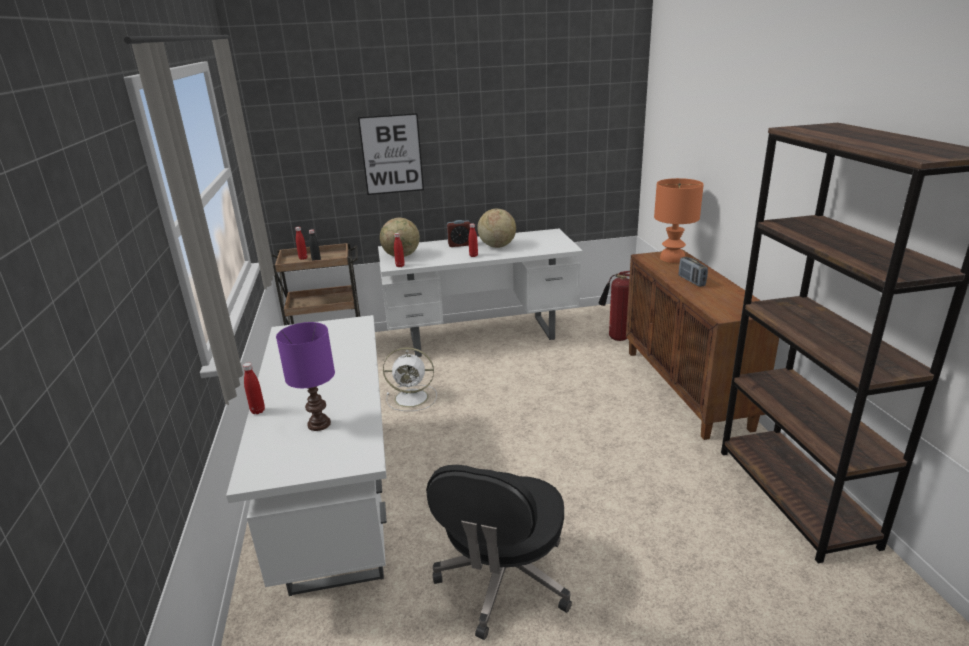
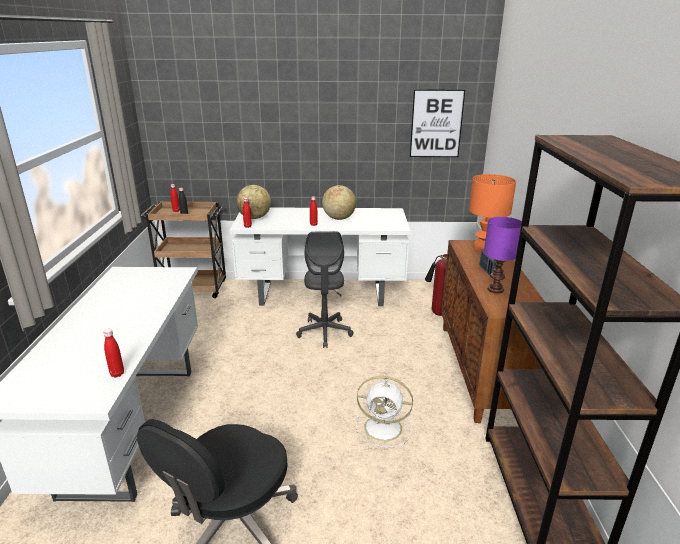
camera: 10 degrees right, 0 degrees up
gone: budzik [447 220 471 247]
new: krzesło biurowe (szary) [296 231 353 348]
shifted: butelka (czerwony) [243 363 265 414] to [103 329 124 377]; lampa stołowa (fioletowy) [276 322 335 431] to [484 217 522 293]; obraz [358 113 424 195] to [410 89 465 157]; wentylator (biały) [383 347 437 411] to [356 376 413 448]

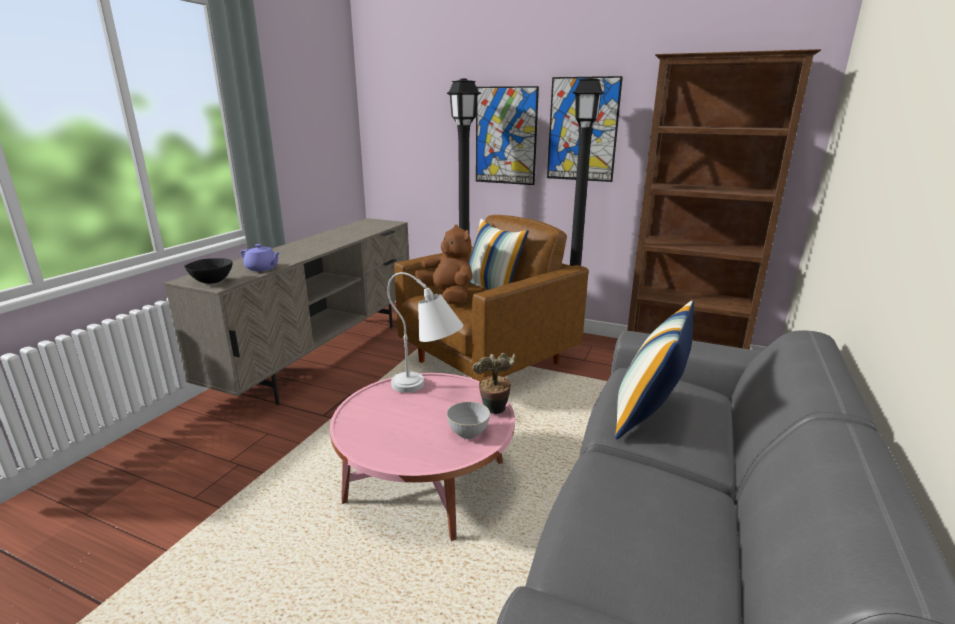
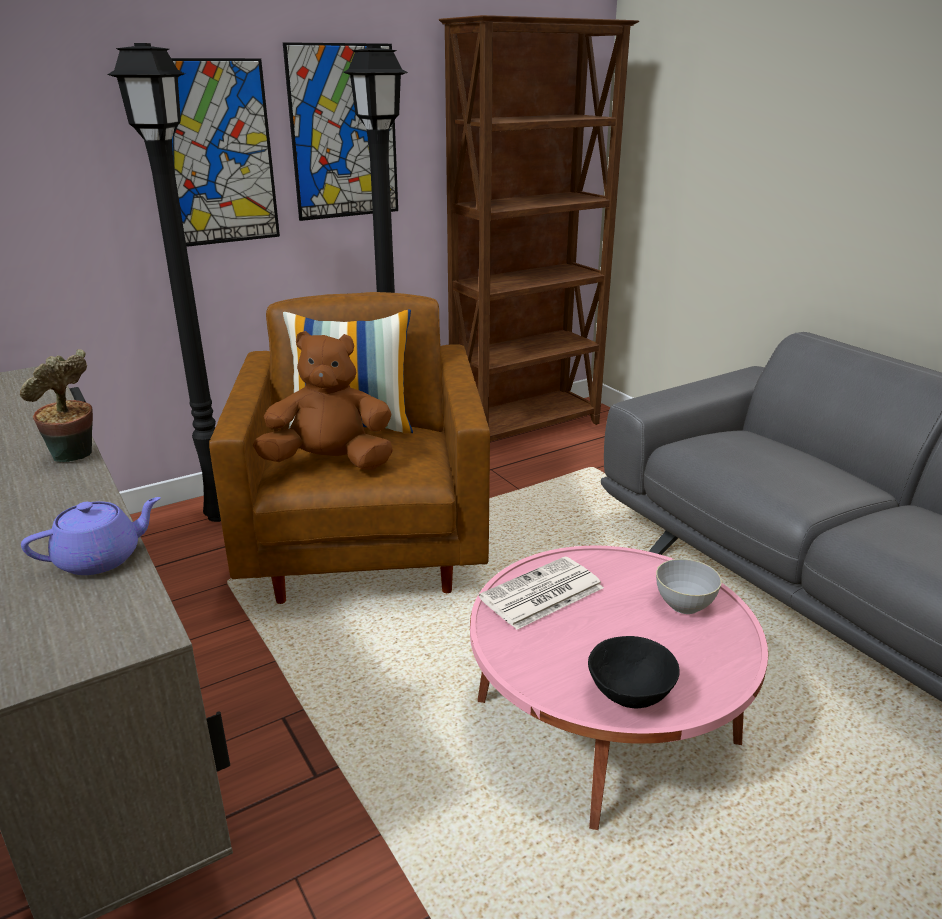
camera: 55 degrees left, 5 degrees up
gone: poduszka [615 300 694 439]
shifted: miska (czarny) [184 258 233 284] to [588 636 680 709]; roślina doniczkowa [472 353 516 414] to [20 349 93 462]
swapped: lampa stołowa (biały) [387 272 463 393] to gazeta [479 557 604 630]

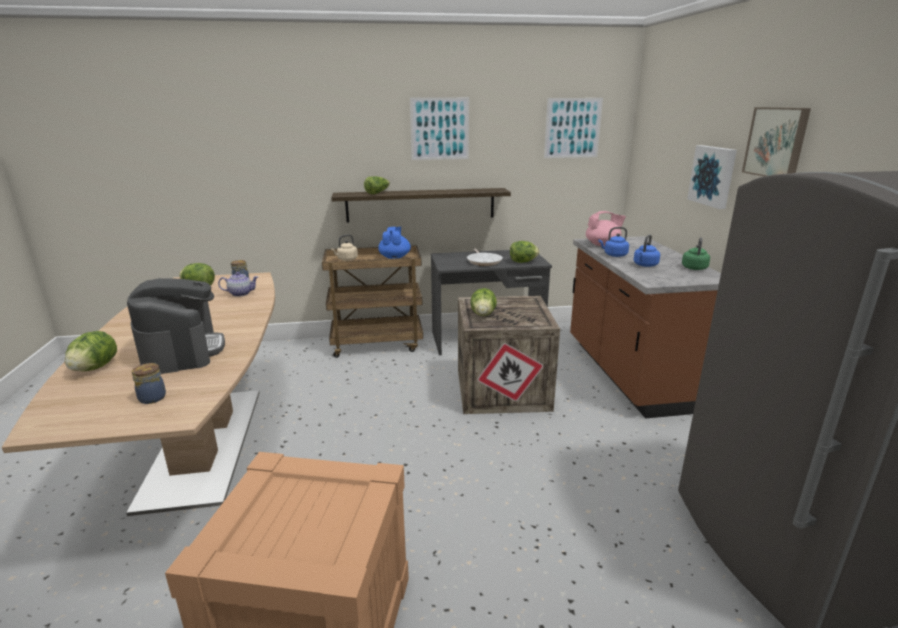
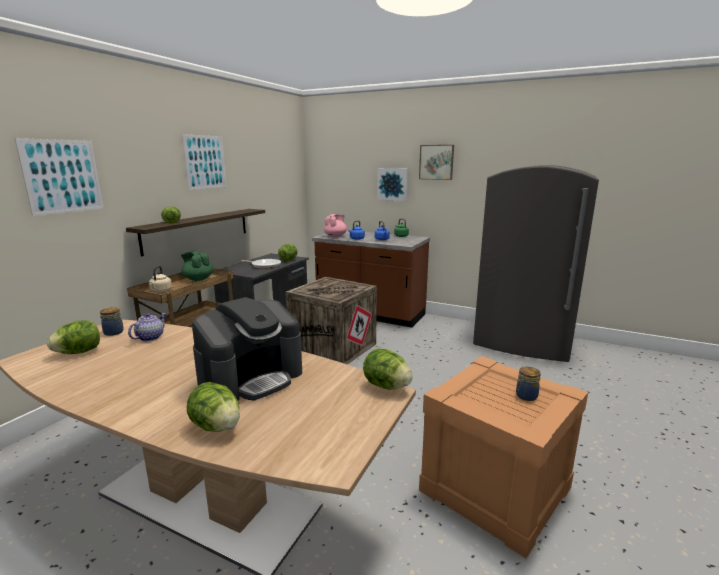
camera: 55 degrees left, 5 degrees down
shifted: słoik [132 363 166 404] to [516 367 541 401]; sałata [471 288 497 316] to [363 349 413 390]; obraz [544 98 603 158] to [15 138 104 216]
repainted: imbryk (niebieski) [378 227 411 259] to imbryk (zielony) [181 251 213 281]
rotated: ekspres do kawy [127 278 225 374] = [192 297 302 401] 120 degrees clockwise

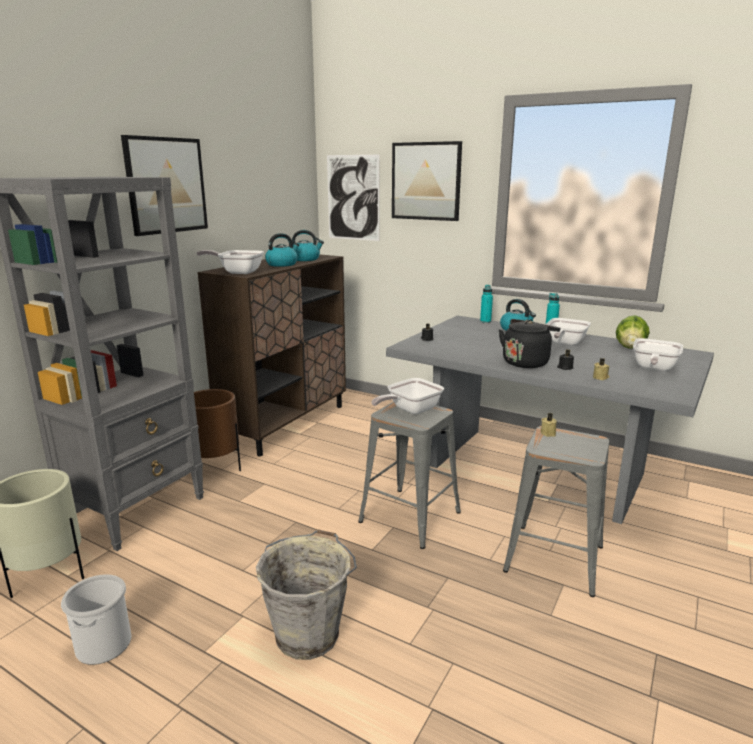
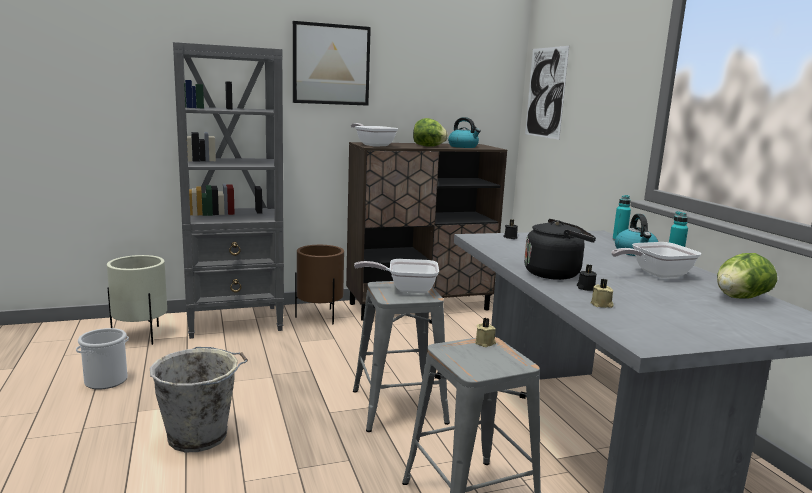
camera: 40 degrees right, 5 degrees down
gone: obraz [392 141 462 221]; patelnia [633 338 683 371]
swapped: czajnik [265 233 299 267] to sałata [413 118 448 147]

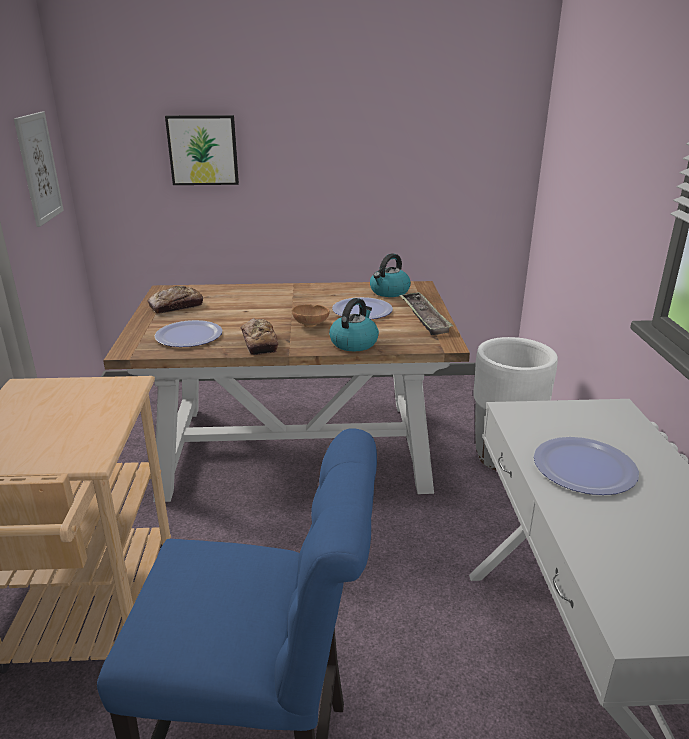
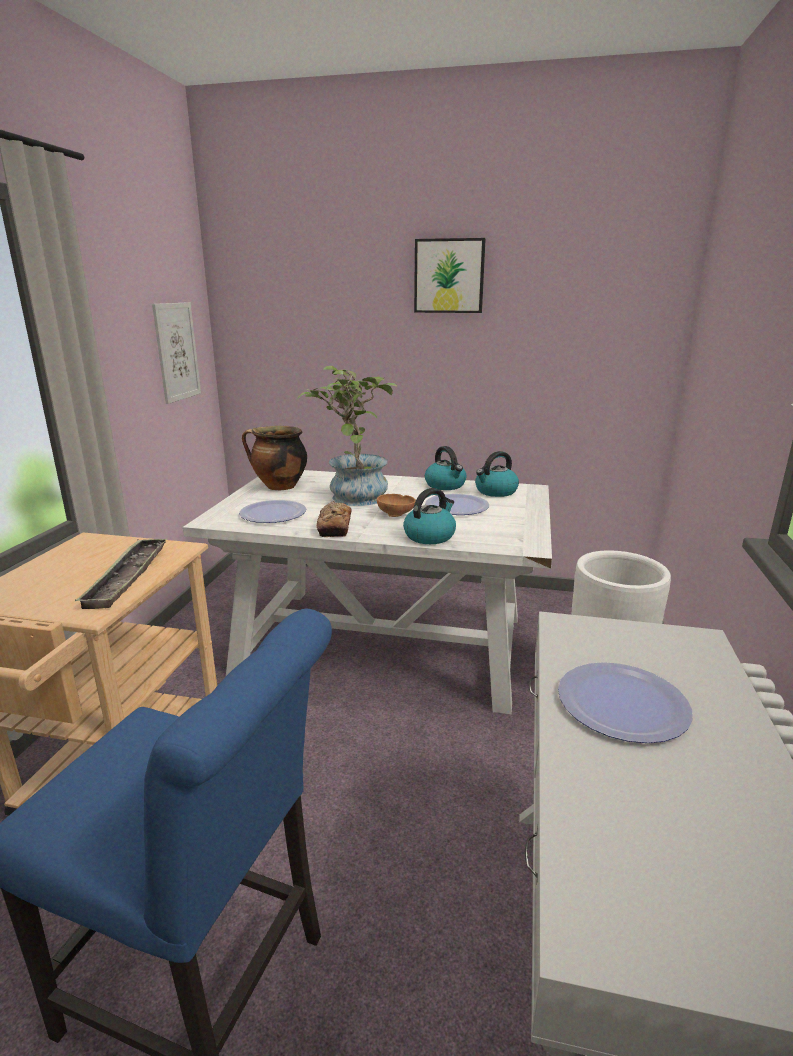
camera: 15 degrees right, 5 degrees down
new: roślina doniczkowa [298 366 397 506]; czajnik [425 446 466 490]
shifted: obraz [165 115 239 185] to [414 238 486 313]; taca [399 292 453 335] to [75 538 168 609]
swapped: chleb [148 286 203 314] to garnek [242 426 307 490]
repainted: stół jadalny (brązowy) [103 281 470 502] to stół jadalny (biały) [183 470 552 714]

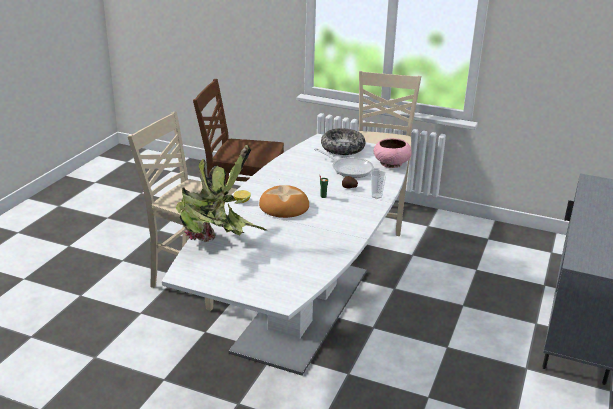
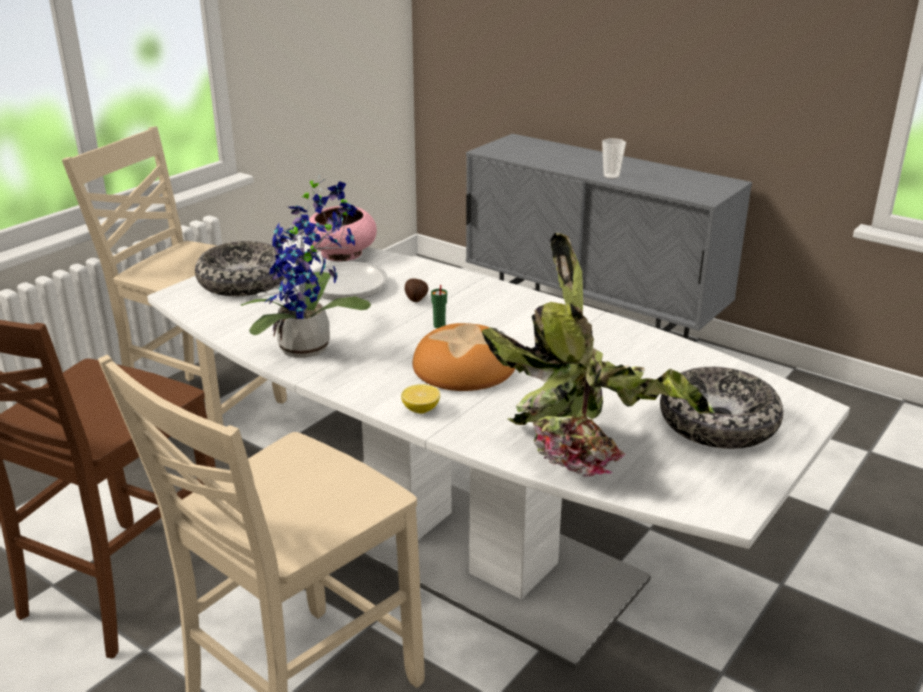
camera: 75 degrees left, 0 degrees up
new: roślina doniczkowa [240 175 371 358]; miska [660 367 783 449]
shifted: filiżanka [371 170 386 199] to [602 138 626 179]

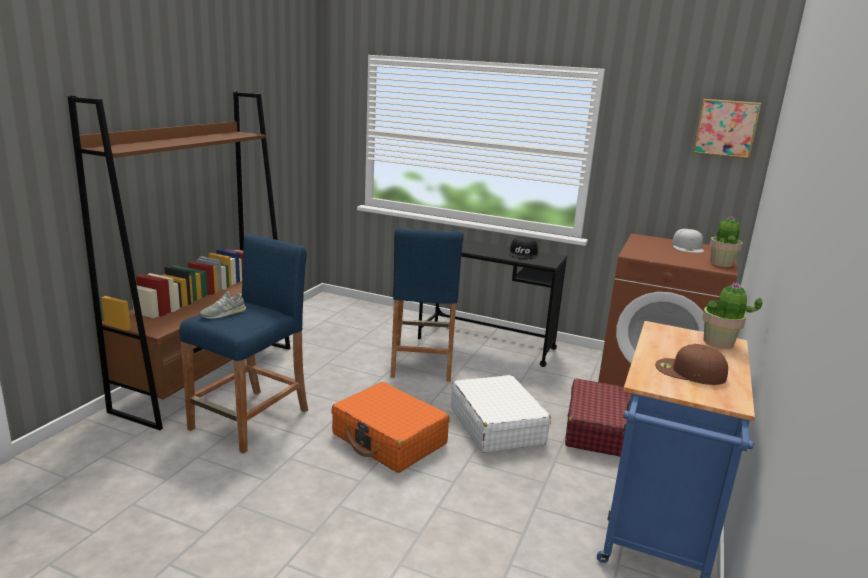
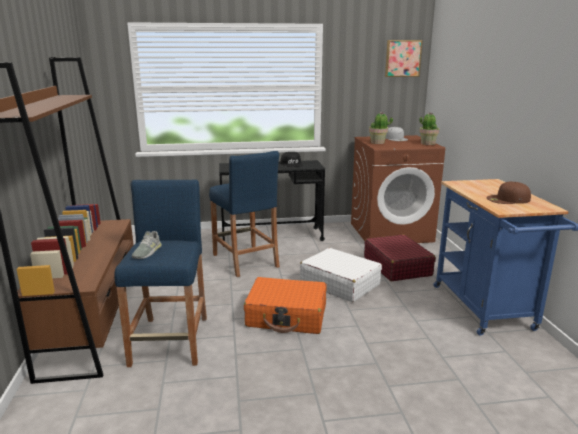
camera: 30 degrees left, 0 degrees up
shifted: roślina doniczkowa [702 282 762 349] to [369 112 393 144]

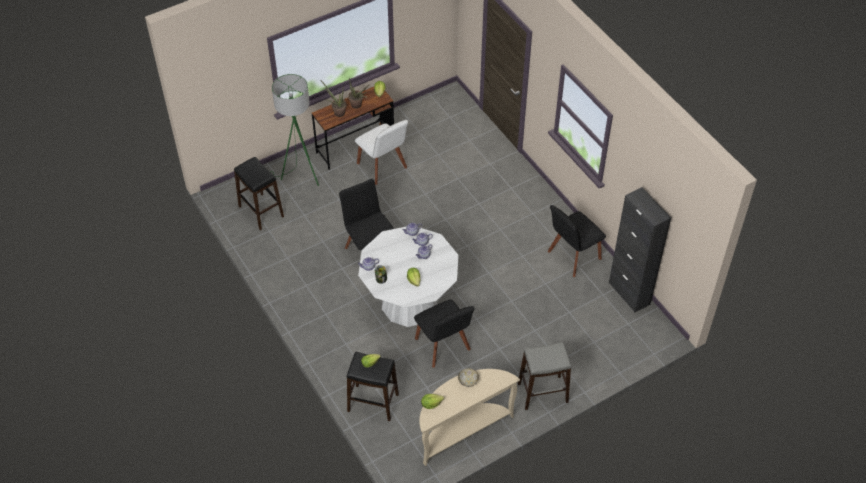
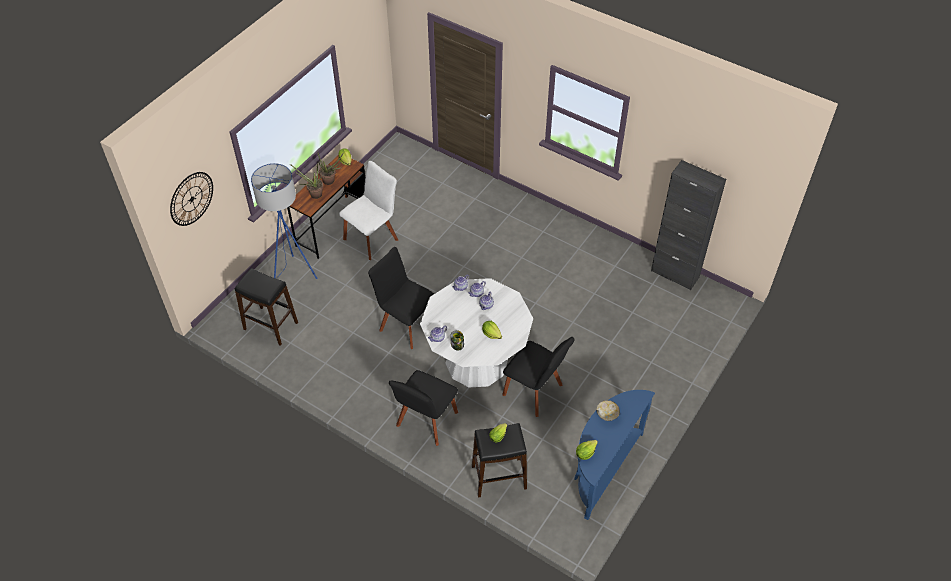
camera: 25 degrees left, 0 degrees up
gone: stołek (szary) [518 342 571 410]
new: zegar ścienny [170 172 213 226]
shifted: krzesło (czarny) [548 205 606 277] to [389 370 458 446]
repainted: lampa stojąca (zielony) [271 74 319 186] to lampa stojąca (niebieski) [251 163 317 279]; stolik konsolowy (beżowy) [419 369 520 466] to stolik konsolowy (niebieski) [574 390 655 520]
rotated: krzesło (biały) [355 120 408 185] = [339 161 398 260] 75 degrees counterclockwise

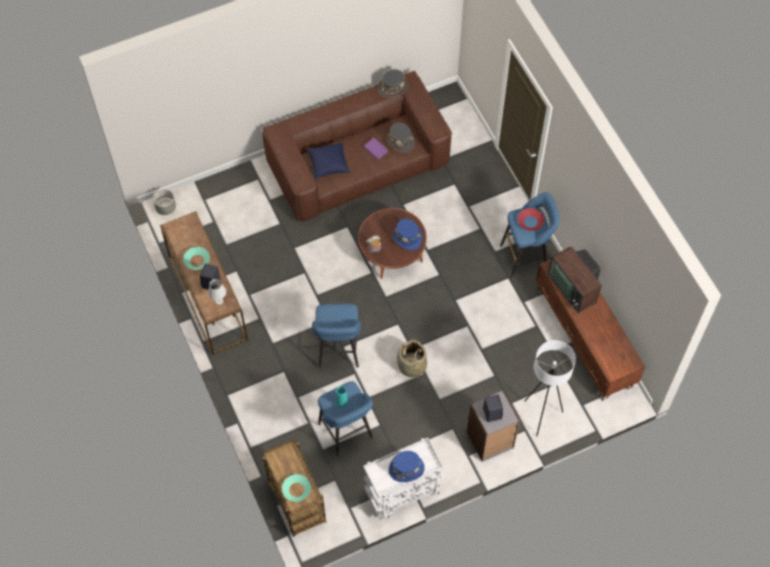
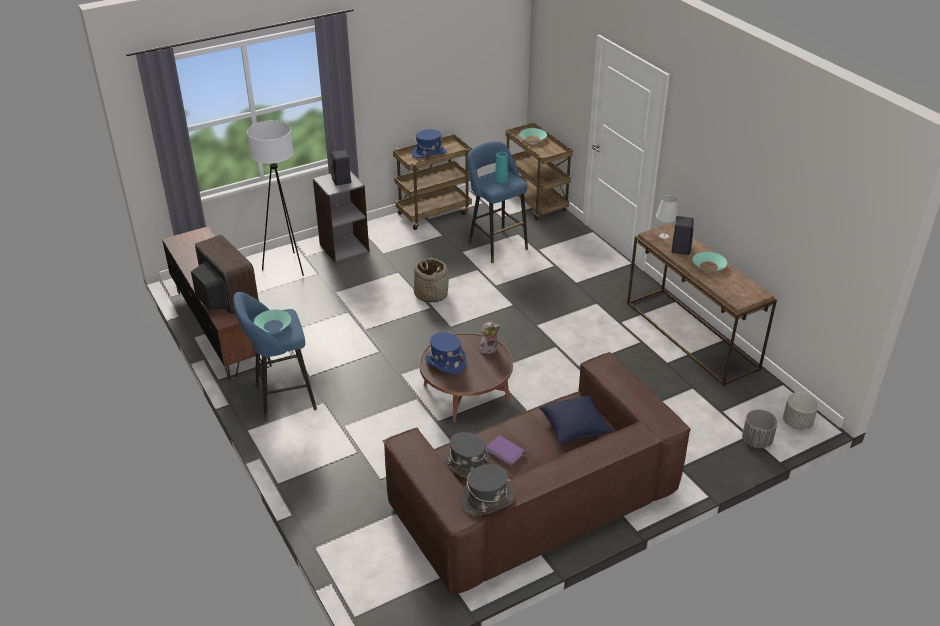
camera: 175 degrees right, 25 degrees down
gone: stołek (niebieski) [312 304 361 368]
new: donica (szary) [742 409 778 448]
repainted: wózek (biały) [363 438 443 519] to wózek (brązowy) [393 134 472 230]; miska (czerwony) [518 208 544 231] to miska (turkusowy) [254 310 291 332]

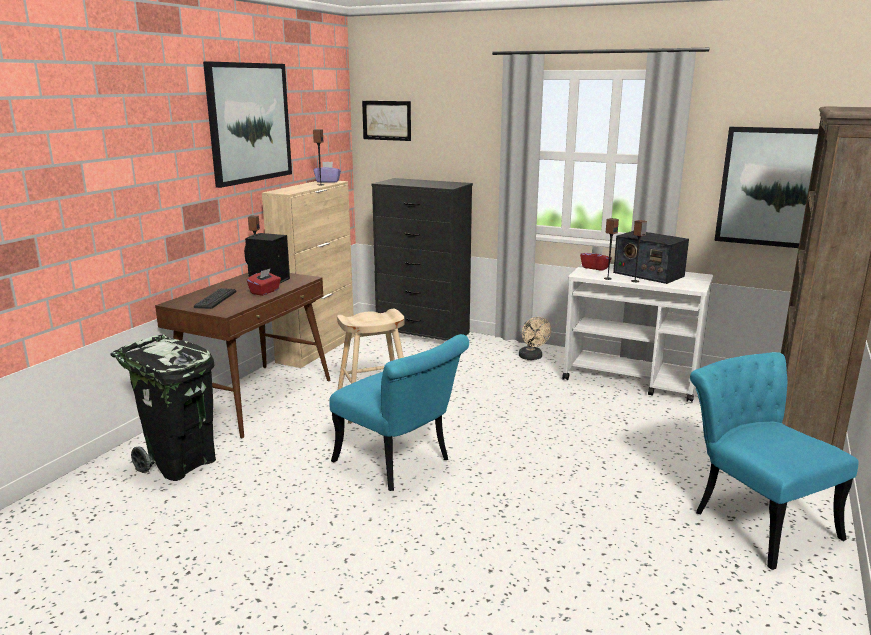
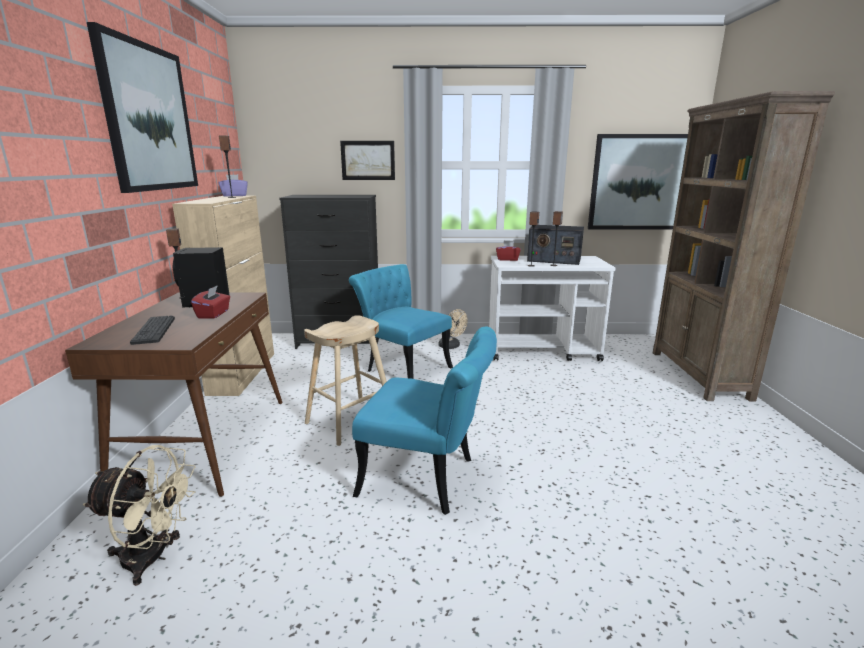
camera: 25 degrees left, 0 degrees up
shifted: obraz [362 101 411 141] to [340 141 395 180]; krzesło (turkusowy) [690 352 859 570] to [349 264 453 379]
swapped: kosz na śmieci (czarny) [111 335 216 481] to wentylator (beżowy) [83 445 196 586]

